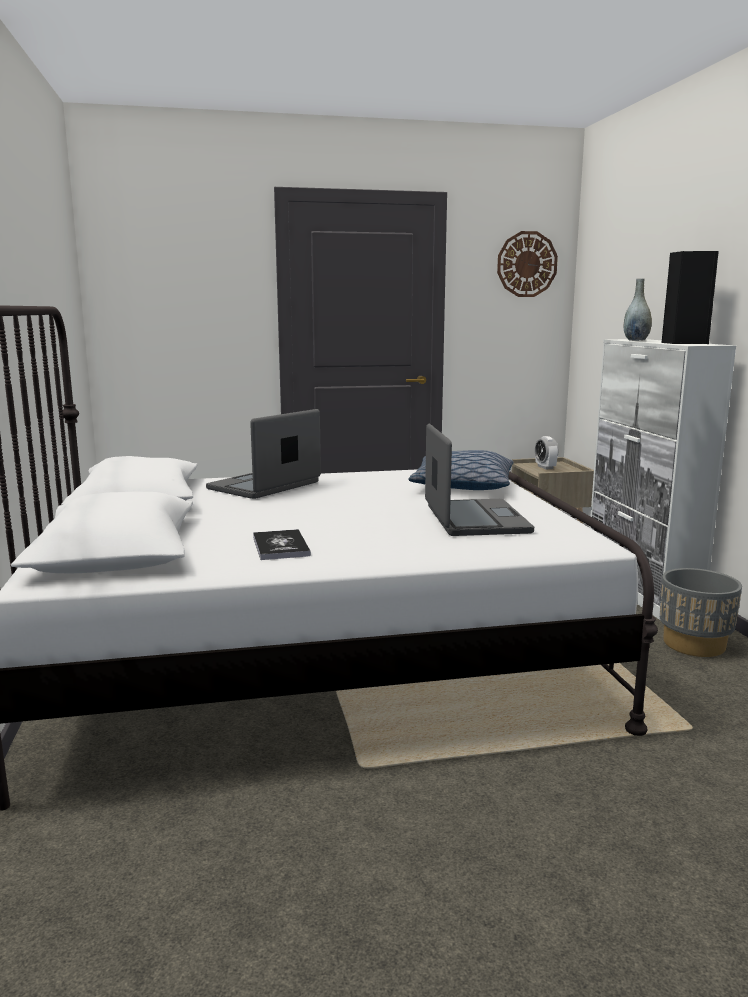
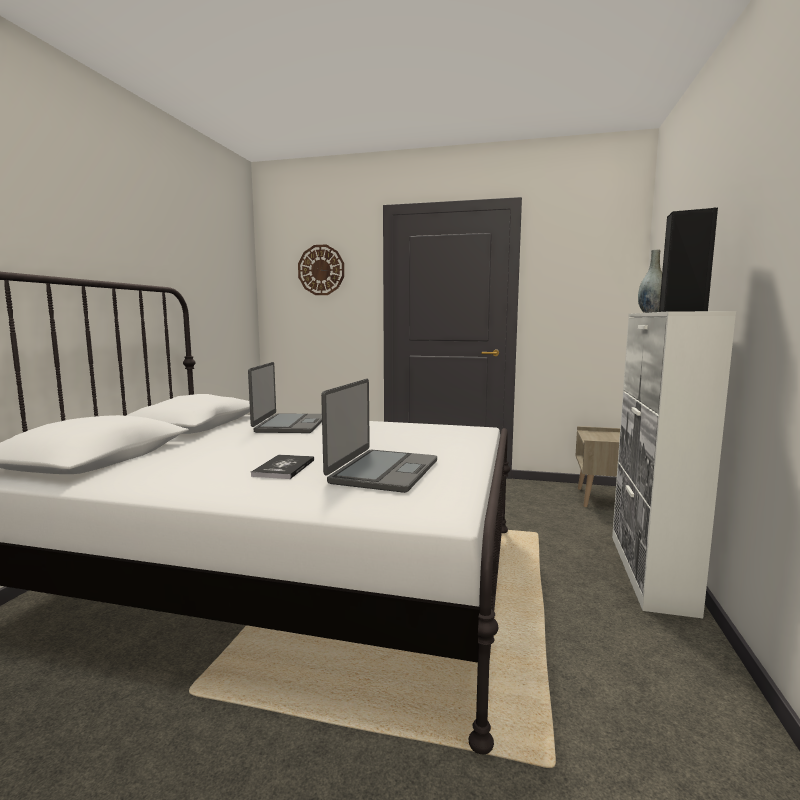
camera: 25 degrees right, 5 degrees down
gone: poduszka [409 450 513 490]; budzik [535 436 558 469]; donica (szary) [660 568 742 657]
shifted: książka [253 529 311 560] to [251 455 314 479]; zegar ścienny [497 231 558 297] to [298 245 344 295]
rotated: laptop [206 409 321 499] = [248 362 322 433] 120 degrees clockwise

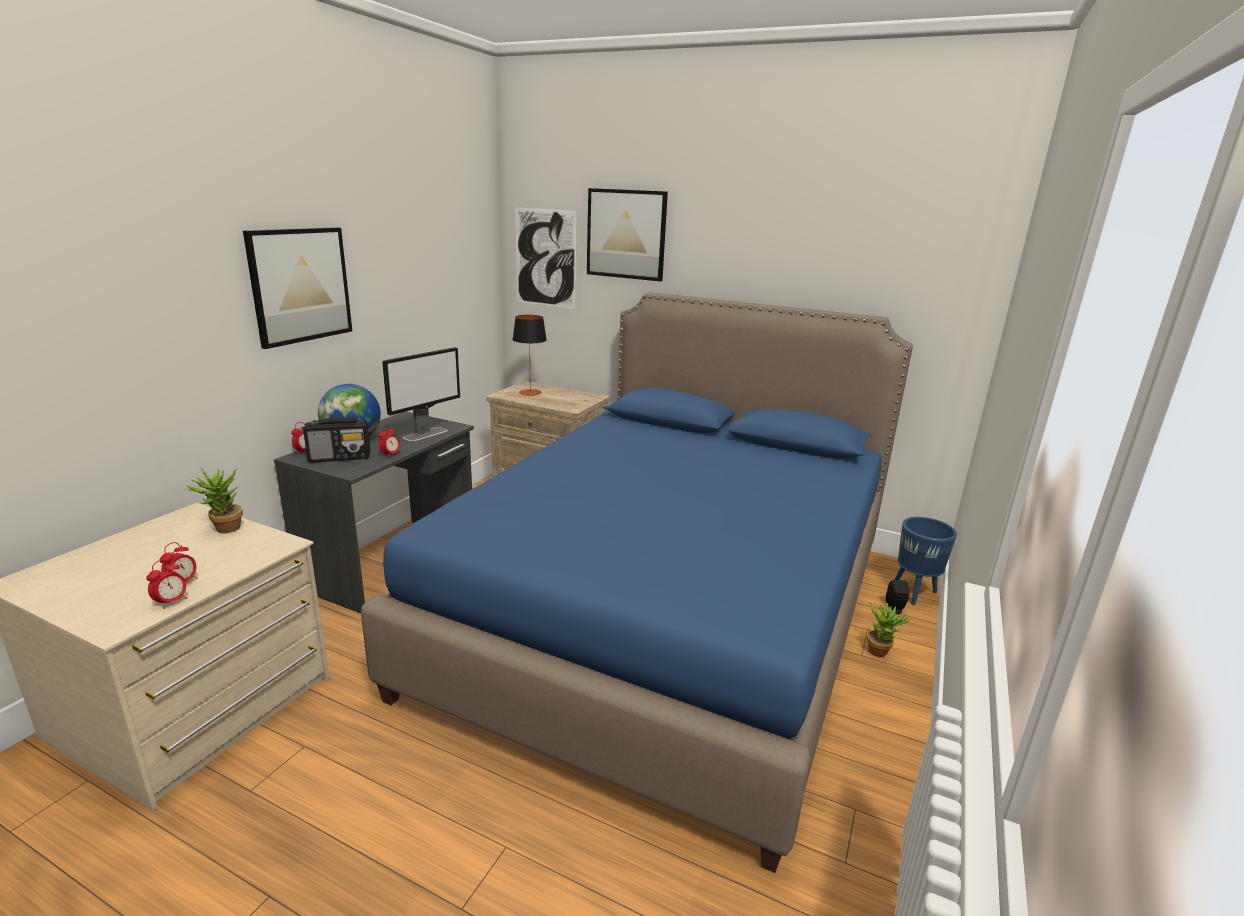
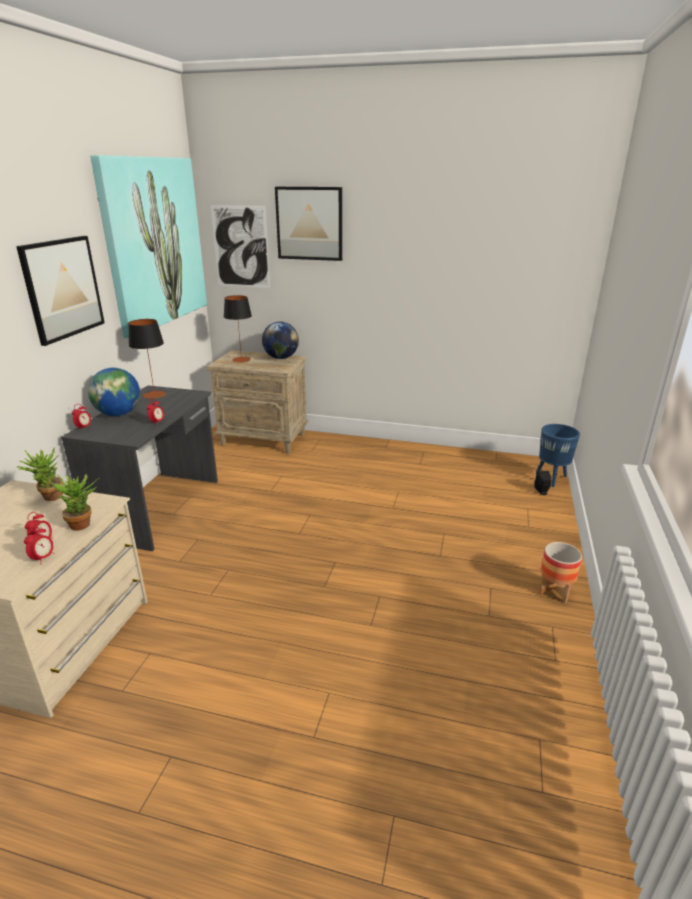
camera: 10 degrees left, 5 degrees up
gone: radio [303 417 370 463]; łóżko (niebieski) [361 292 913 873]; monitor [382 347 460 441]
new: obraz [90 155 207 338]; lampa stołowa [128 319 166 399]; globus [262 321 299 359]; donica [539 542 582 603]
shifted: roślina doniczkowa [867 602 911 657] to [51 474 99 531]

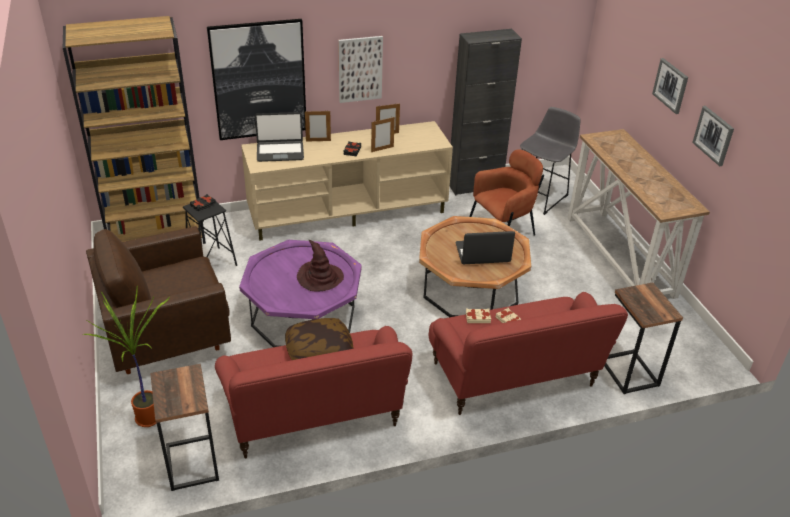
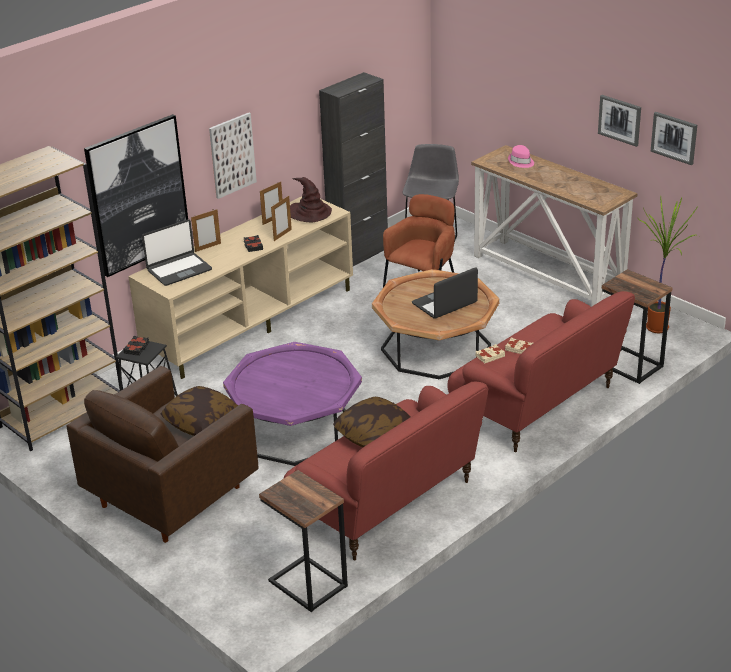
camera: 25 degrees left, 5 degrees down
new: poduszka [161 386 238 436]; kapelusz (różowy) [508 145 534 168]
shifted: roślina doniczkowa [83 286 170 427] to [637 195 698 333]; kapelusz (brązowy) [297 240 344 291] to [290 177 332 222]; obraz [652 58 688 114] to [651 112 697 165]

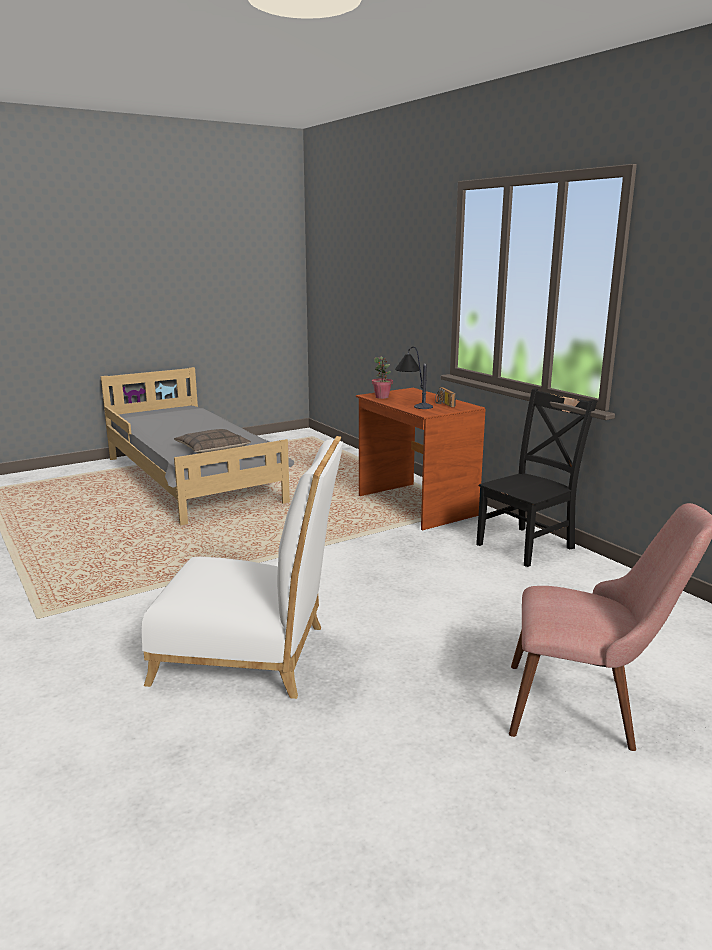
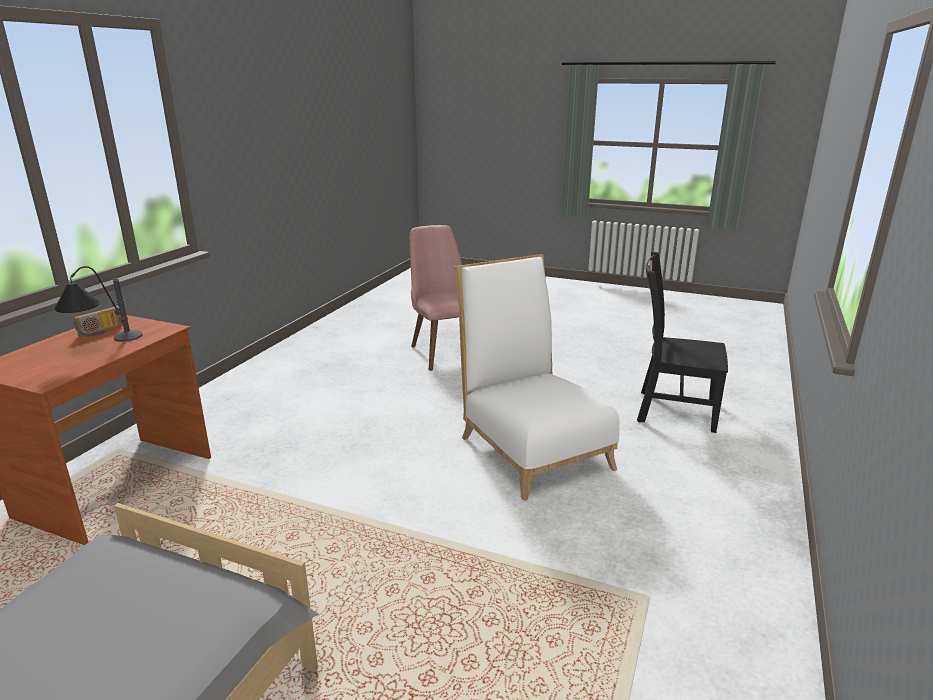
camera: 125 degrees left, 5 degrees up
gone: poduszka [174 429 251 453]; roślina doniczkowa [372 356 393 399]
shifted: krzesło (czarny) [476 388 597 567] to [637 251 728 433]

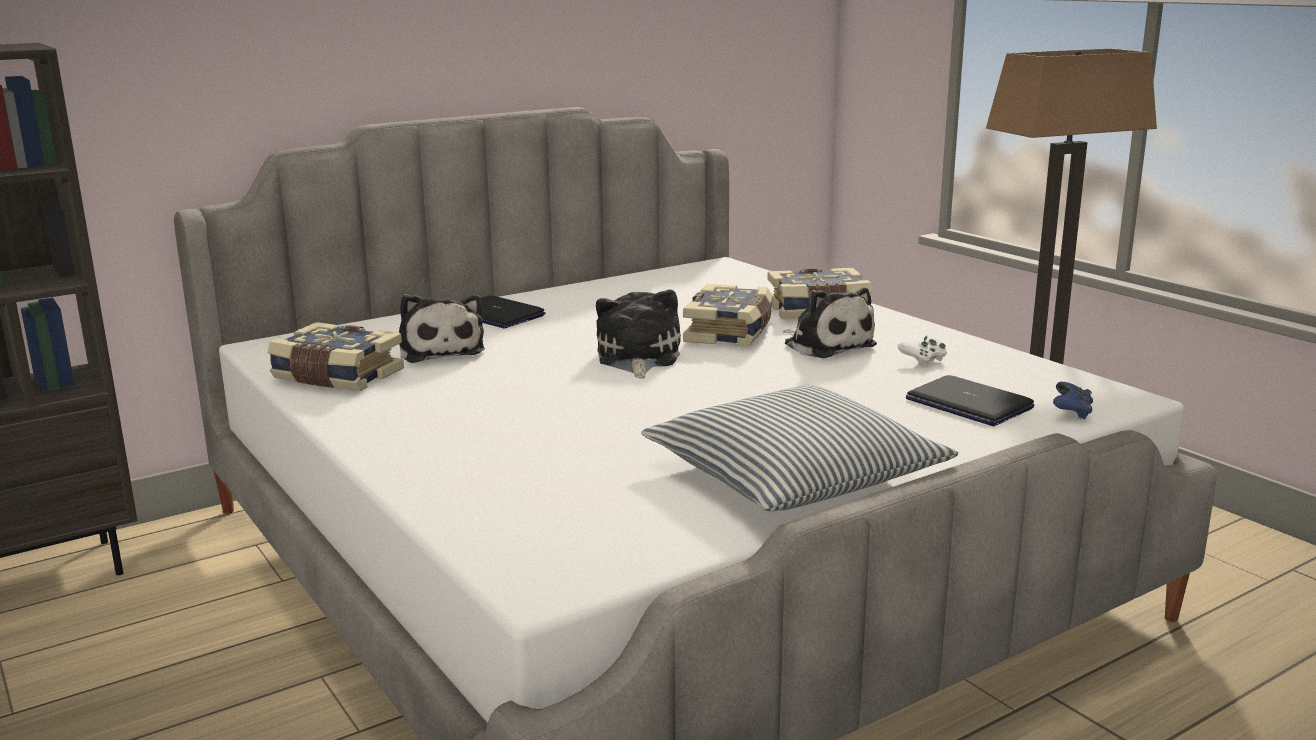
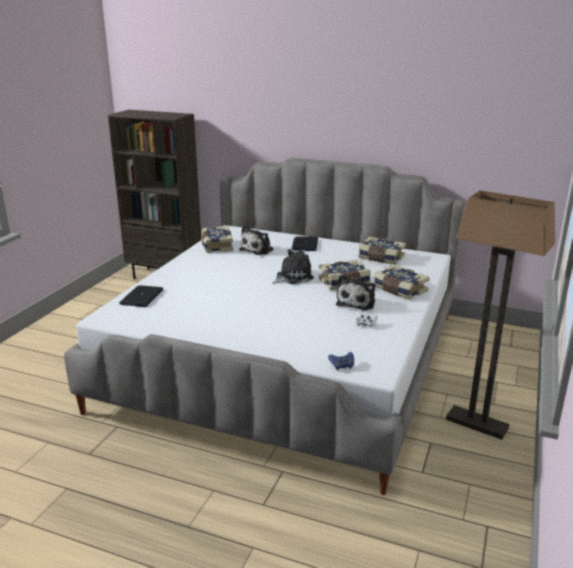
camera: 55 degrees right, 5 degrees up
gone: poduszka [641 386 958 512]
new: książka [358 237 406 265]
shifted: laptop [906 375 1035 426] to [119 285 164 307]

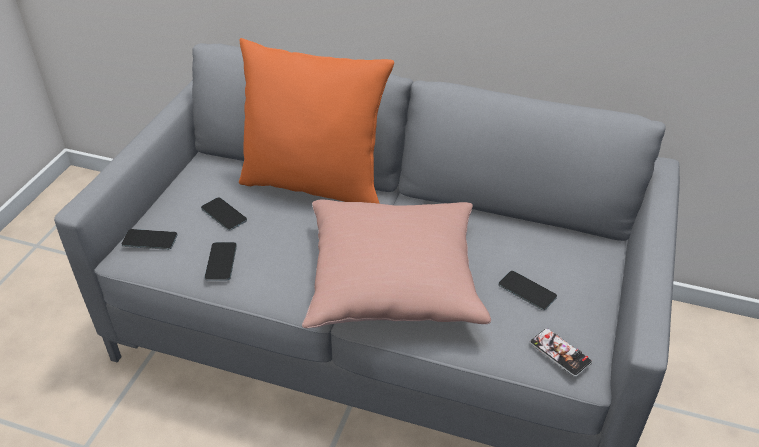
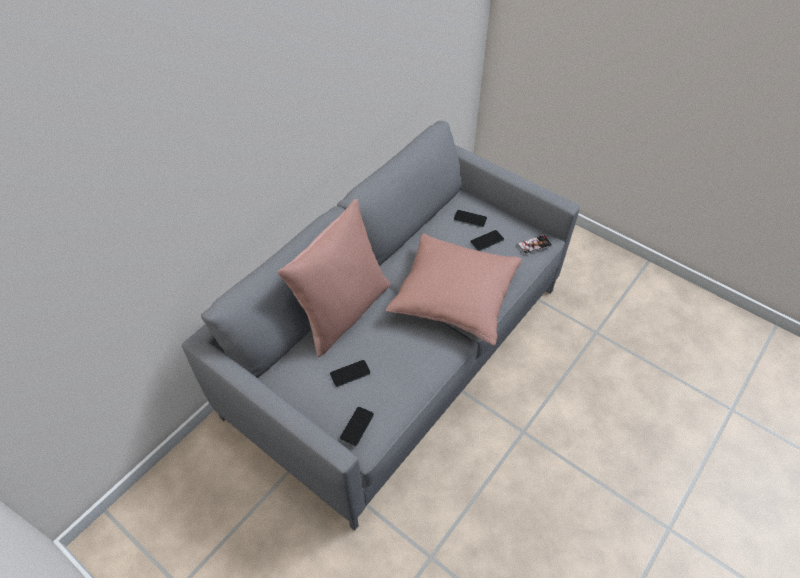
camera: 70 degrees left, 10 degrees up
shifted: telefon [205 242 237 281] to [454 210 487 227]
repainted: poduszka (pomarańczowy) [239 38 394 204] to poduszka (różowy) [278 199 390 357]

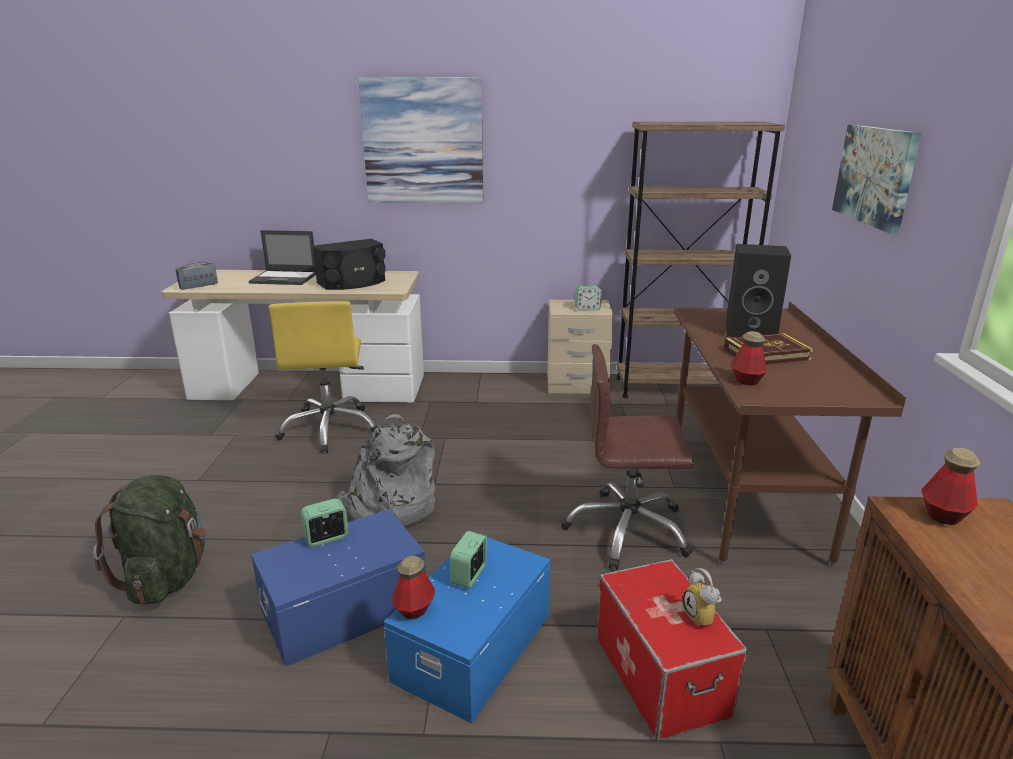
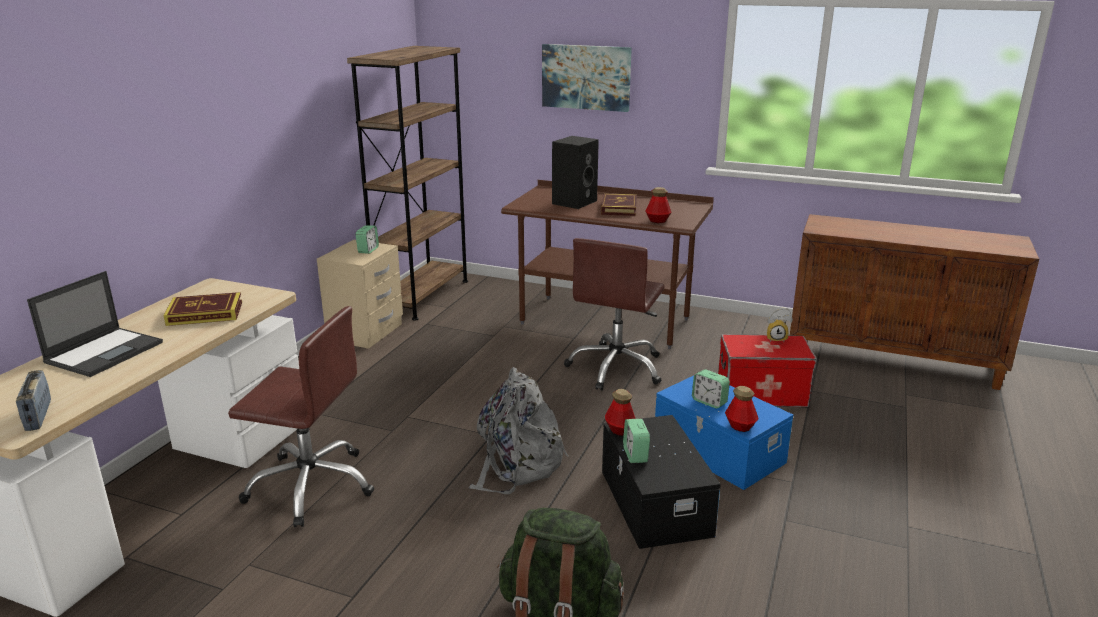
camera: 70 degrees left, 0 degrees up
gone: obraz [358 77 483 203]
shifted: butelka [921 448 980 525] to [605 389 636 436]
swapped: głośnik (czarny) [313 239 386 290] to książka [164 292 242 326]
repainted: pojemnik do przechowywania (niebieski) [251 509 426 667] to pojemnik do przechowywania (czarny) [602 415 721 549]; krzesło biurowe (żółty) [268 301 378 453] to krzesło biurowe (brązowy) [228 306 374 527]

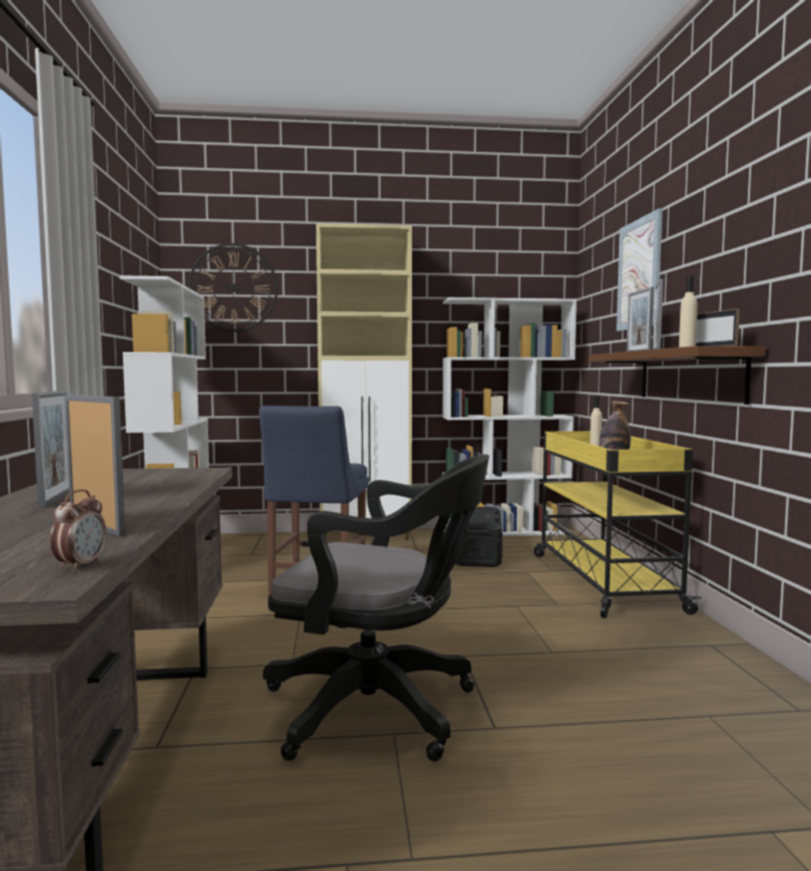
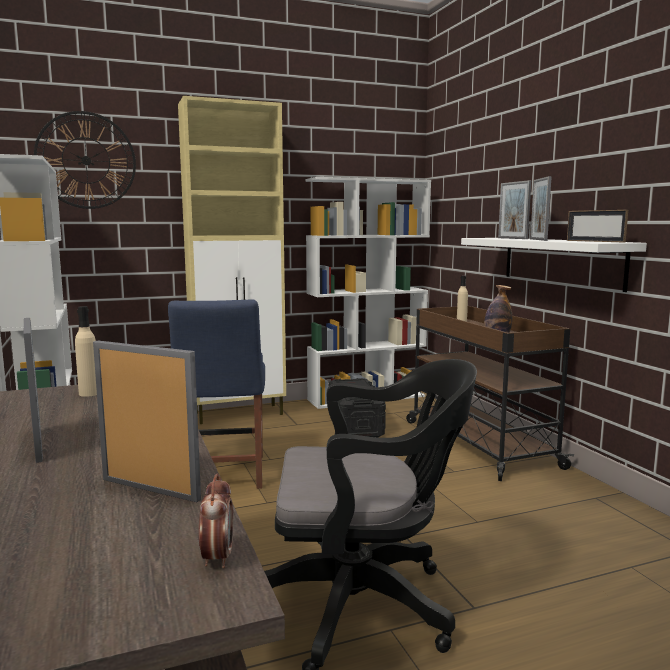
camera: 15 degrees left, 5 degrees up
gone: obraz [616 208 662 331]
shifted: butelka (beżowy) [679 276 697 347] to [75 306 97 397]
repainted: wózek (żółty) [534 431 701 618] to wózek (brązowy) [406 306 574 481]; półka (brązowy) [589 346 766 405] to półka (biały) [461 238 647 292]

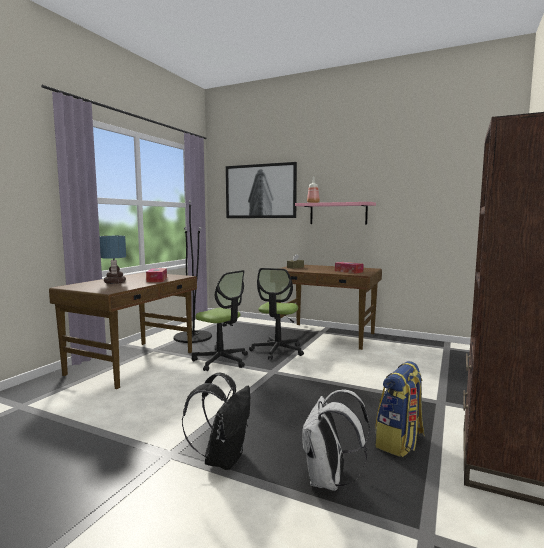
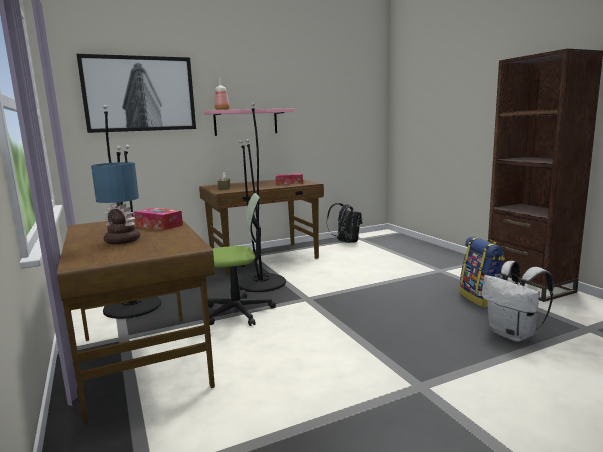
camera: 50 degrees left, 5 degrees up
shifted: plecak (czarny) [182 373 250 470] to [327 203 362 243]
swapped: krzesło biurowe [249 268 304 360] to lampa stojąca (czarny) [238 102 286 292]

